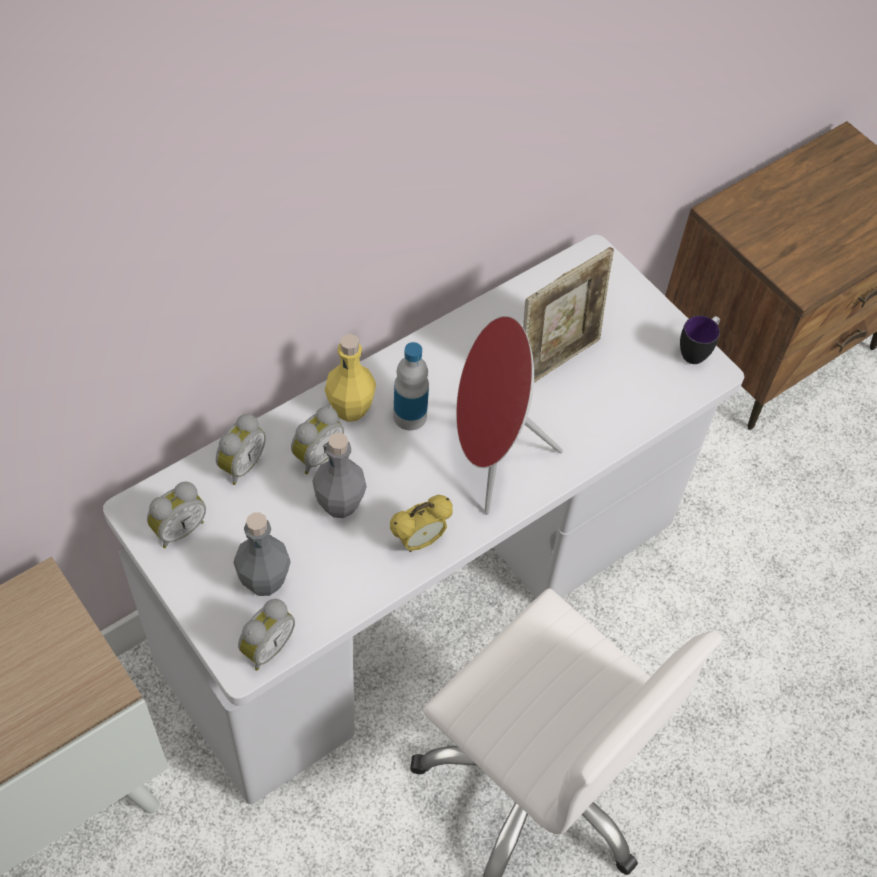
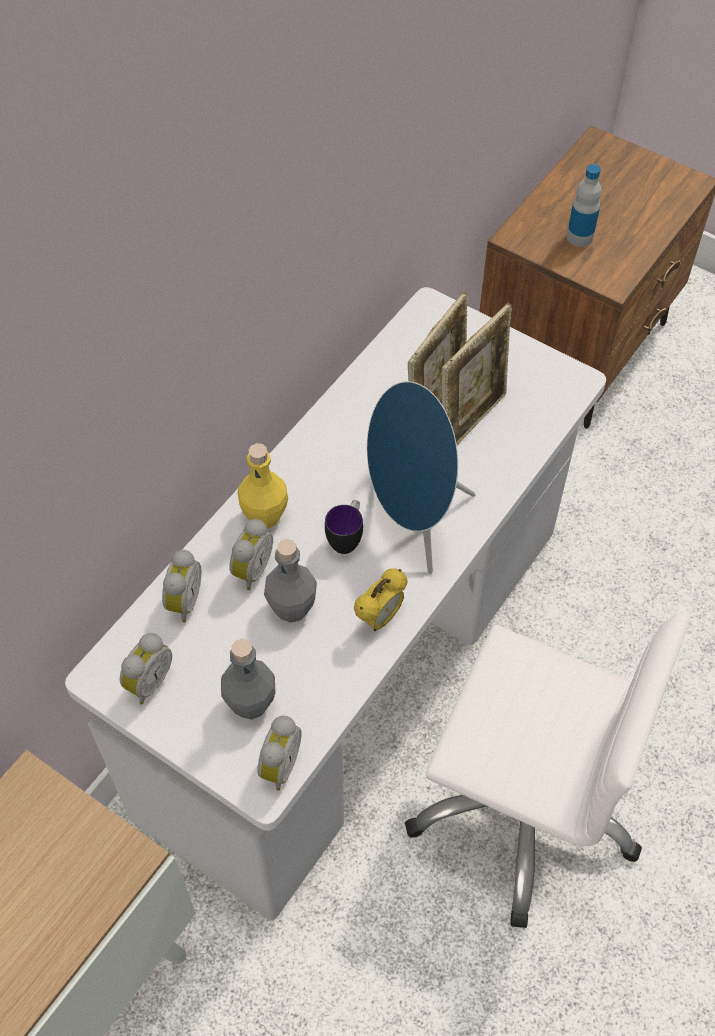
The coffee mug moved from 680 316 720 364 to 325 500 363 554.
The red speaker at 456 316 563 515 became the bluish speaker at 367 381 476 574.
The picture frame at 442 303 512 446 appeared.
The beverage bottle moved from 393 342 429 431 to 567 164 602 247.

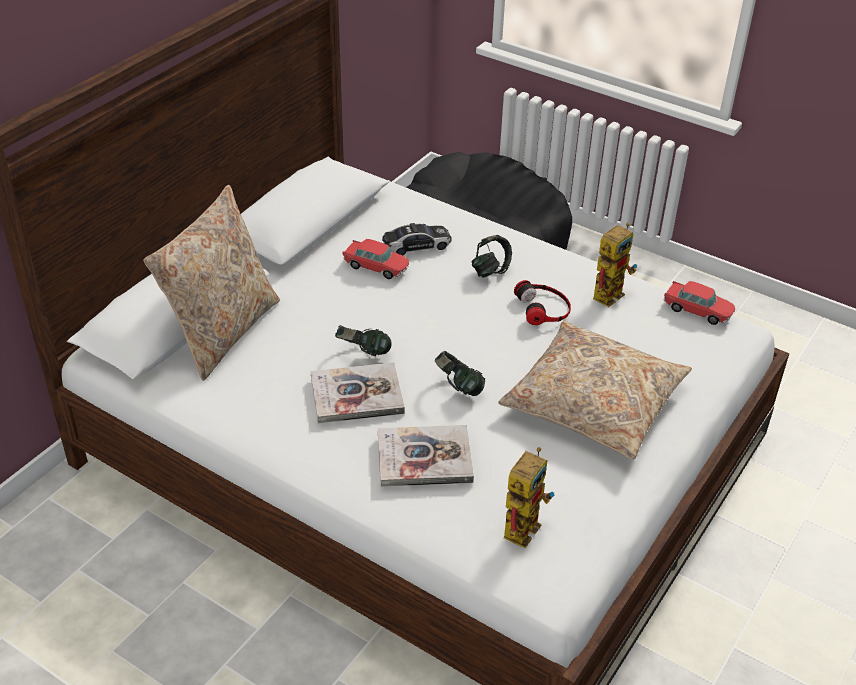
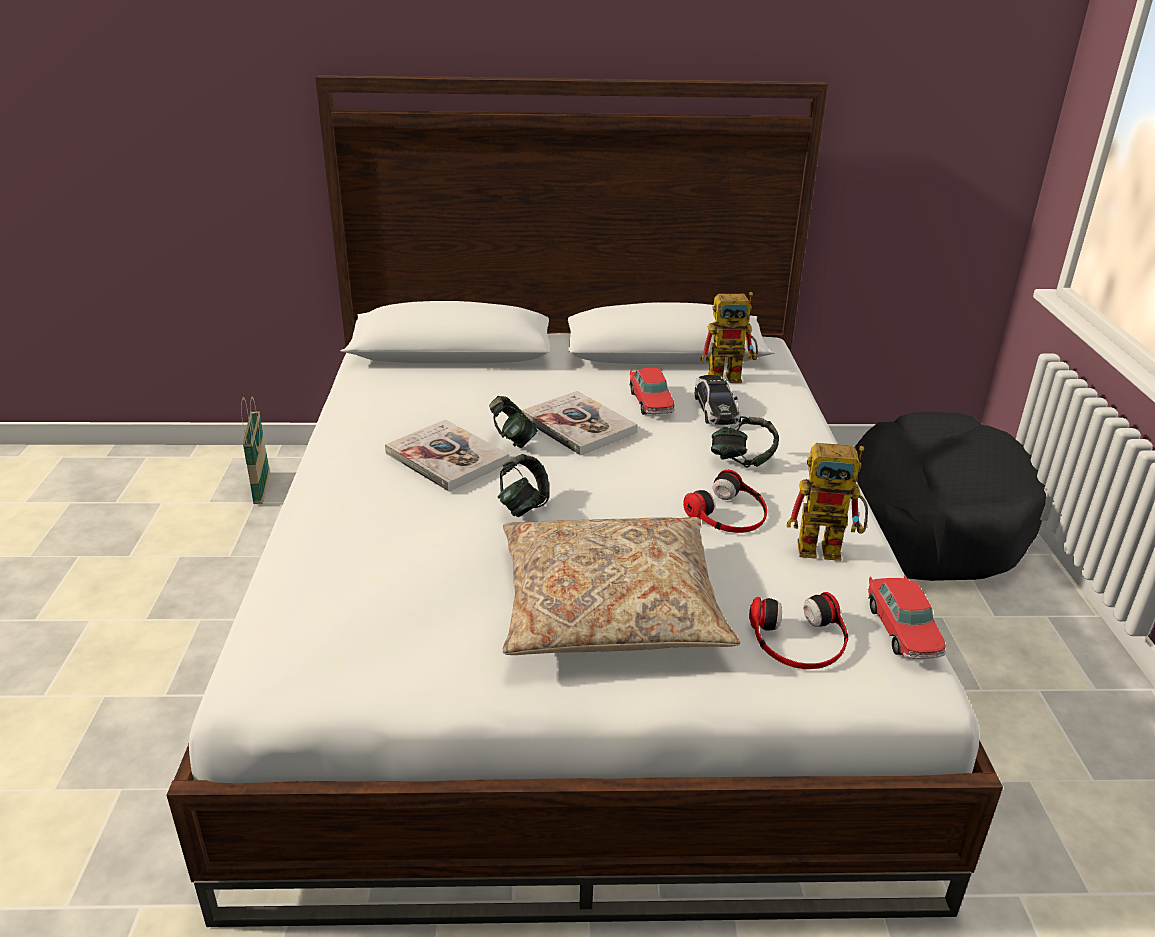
The basket at 241 397 270 504 appeared.
The volume moved from 378 425 474 487 to 521 391 638 456.
The model car at 382 223 451 256 turned 45 degrees clockwise.
The toy robot moved from 504 447 555 548 to 700 292 758 383.
The headset at 749 592 848 669 appeared.
The beige pillow at 144 185 280 381 disappeared.

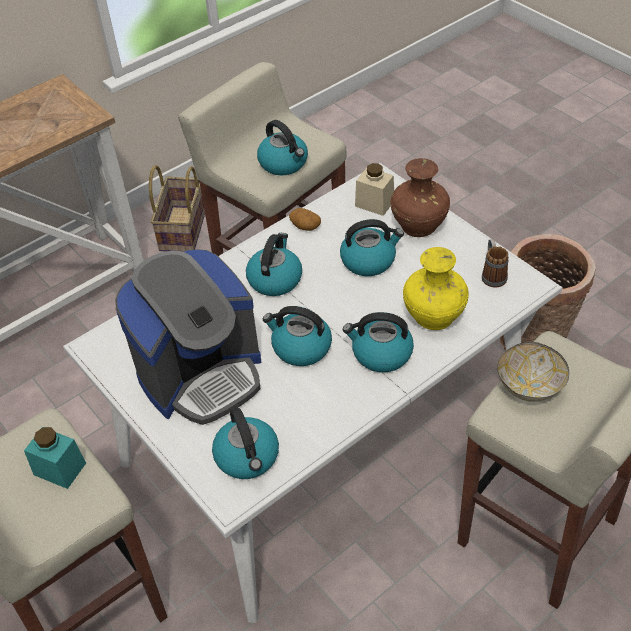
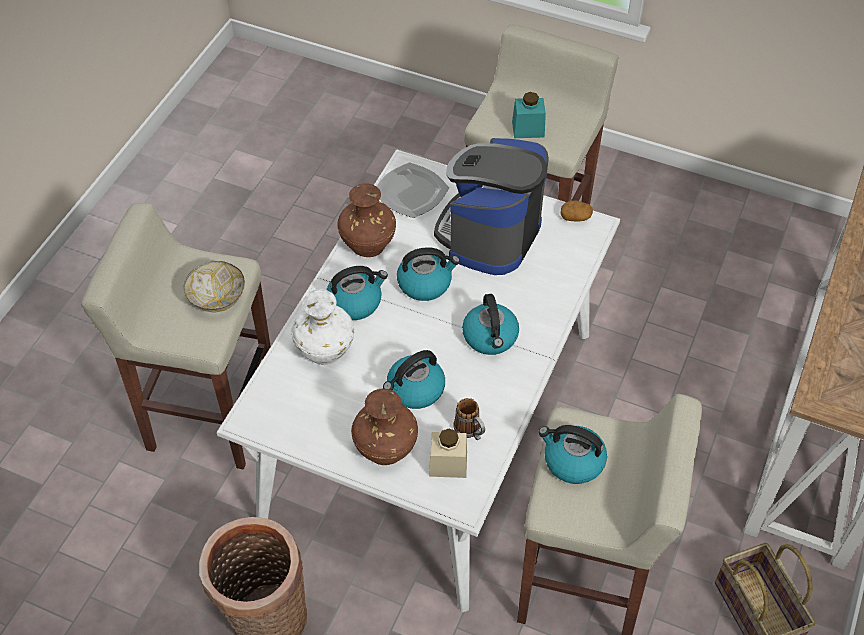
The yellowish vase at 403 247 469 330 became the white vase at 291 289 354 365.
The brown vase at 337 183 396 257 appeared.
The water kettle at 212 408 279 479 was replaced by the plate at 376 162 449 218.
The coffee mug moved from 482 239 509 288 to 453 398 485 440.
The potato moved from 289 208 321 231 to 560 200 593 221.

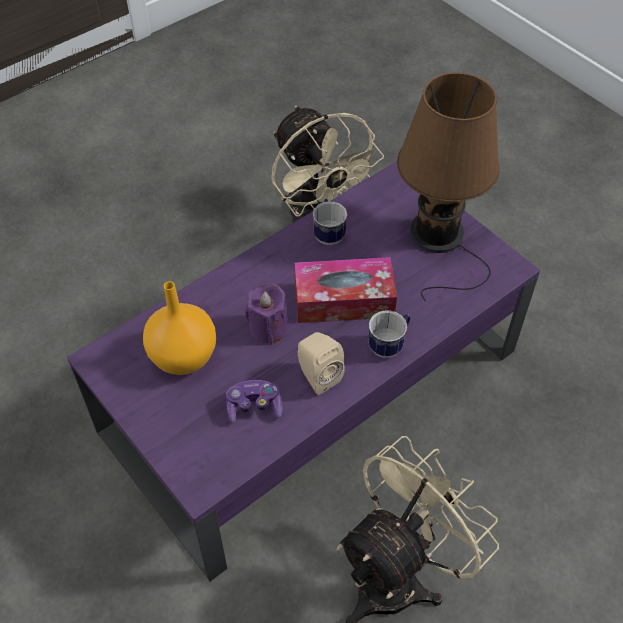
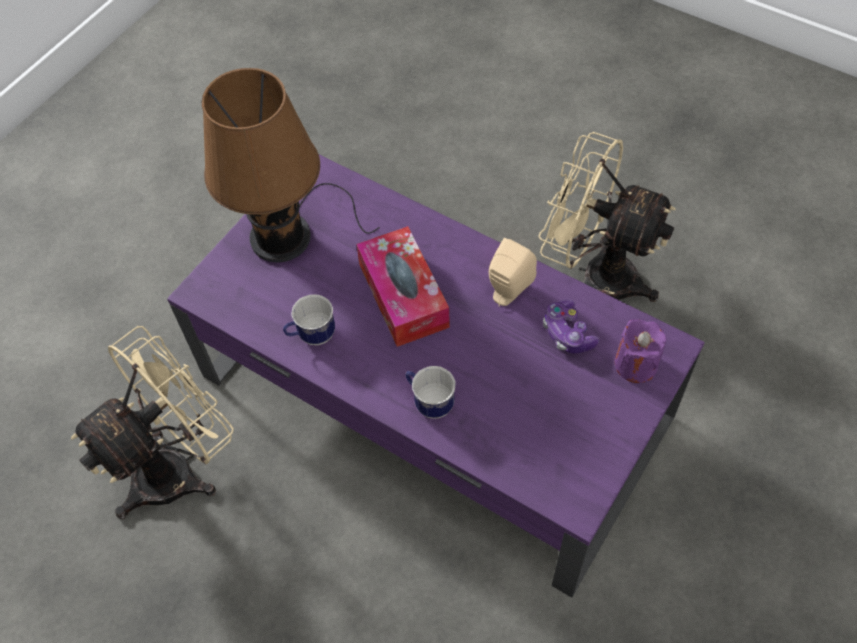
The coffee mug moved from 369 310 411 358 to 405 366 456 419.
The purple-coloured candle moved from 245 283 288 344 to 615 319 667 383.
The orange-coloured vase at 143 281 216 375 disappeared.

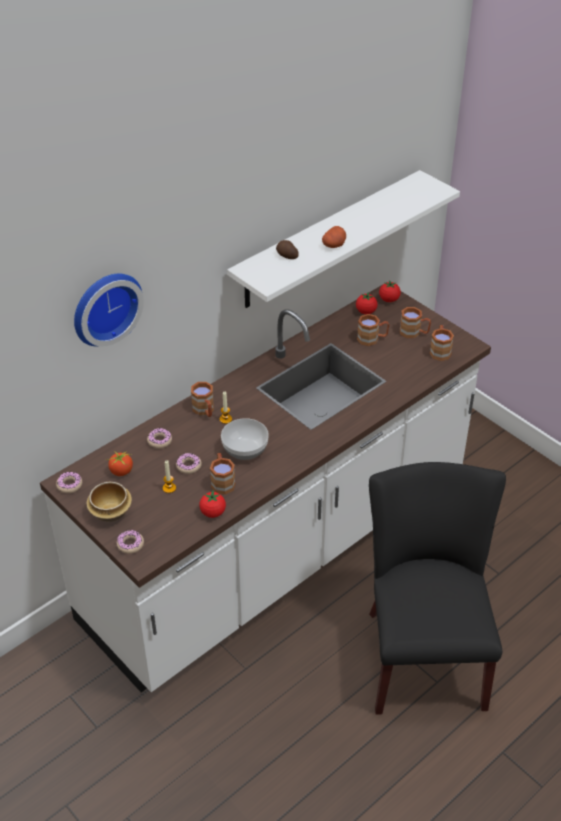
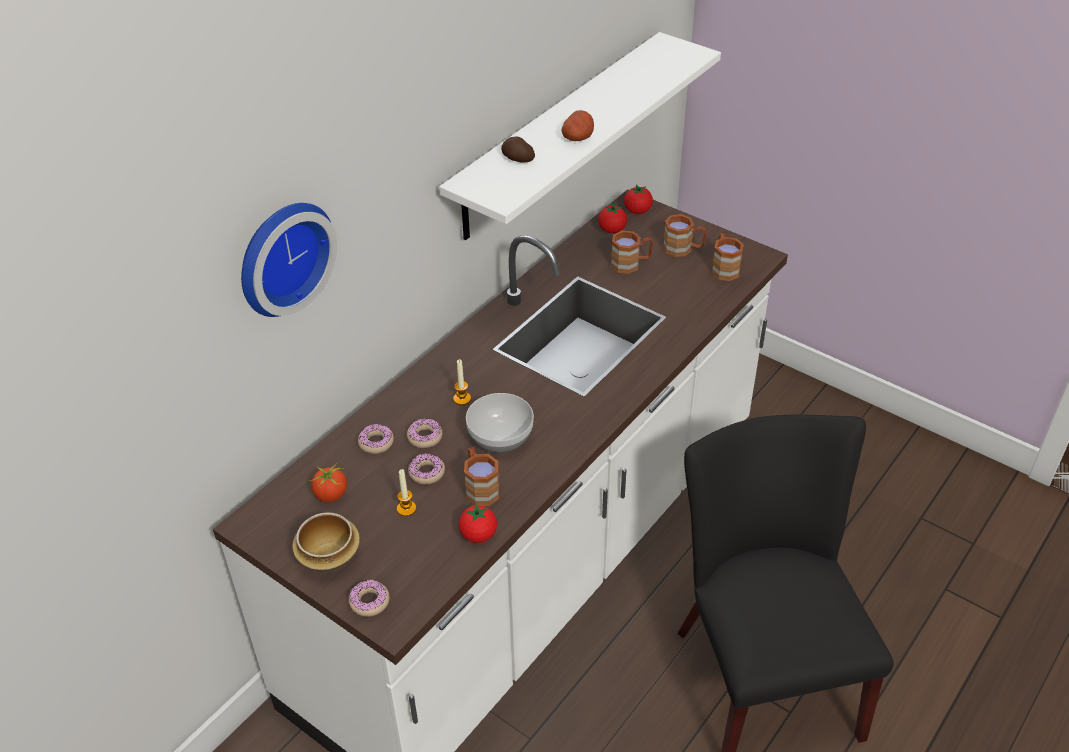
The donut moved from 56 472 82 493 to 407 419 443 448.
The brown coffee mug at 191 382 214 417 disappeared.

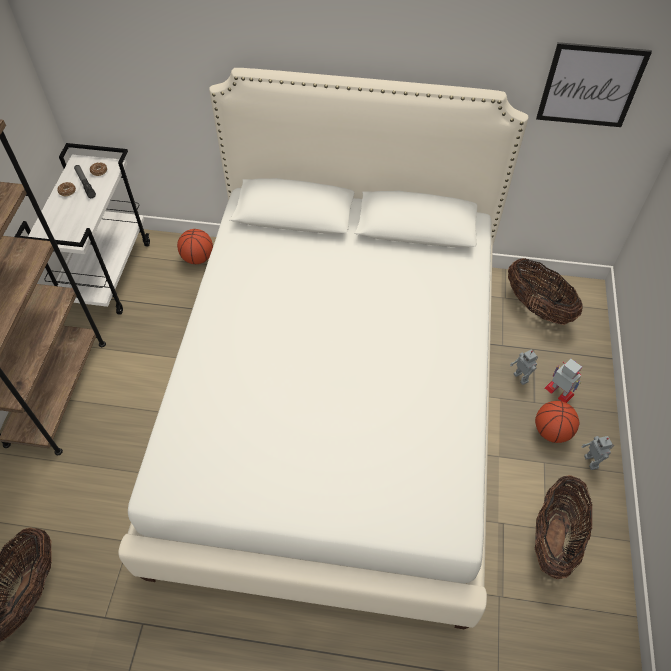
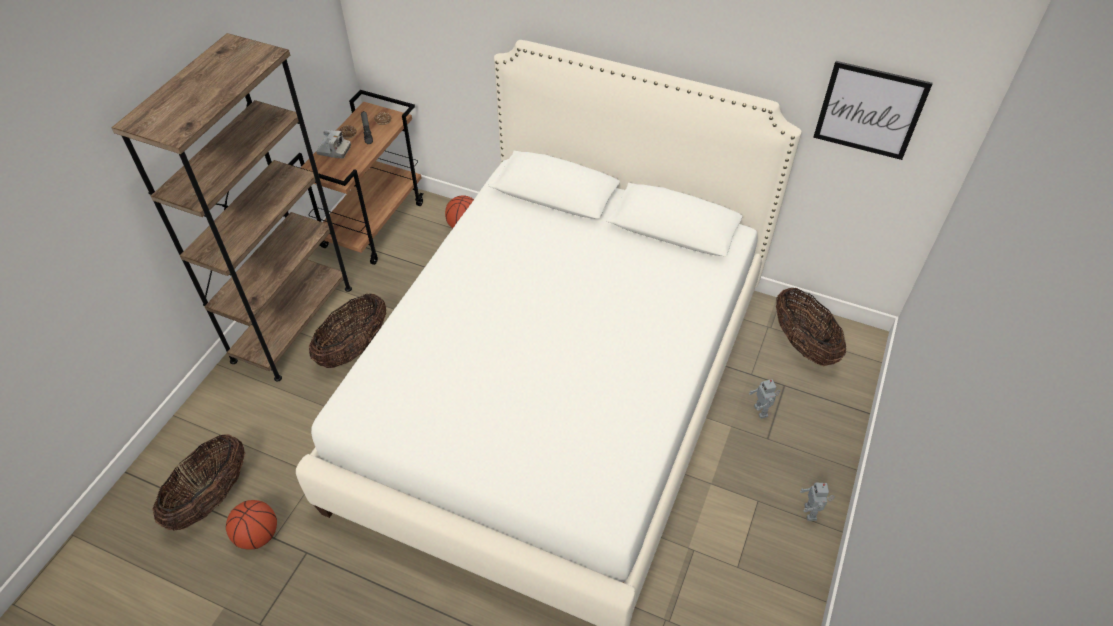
The basketball ball moved from 535 401 579 443 to 226 500 277 550.
The white cart at 15 143 150 315 became the brown cart at 289 90 423 265.
The basket moved from 535 475 593 579 to 309 294 386 368.
The photo camera at 316 129 351 159 appeared.
The toy robot at 545 359 582 403 disappeared.

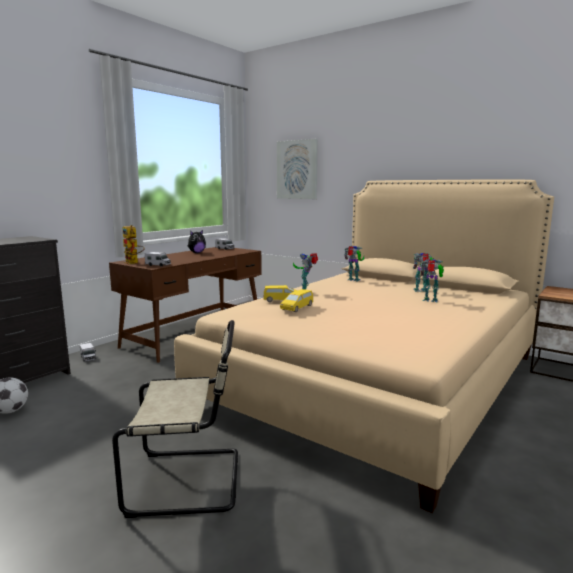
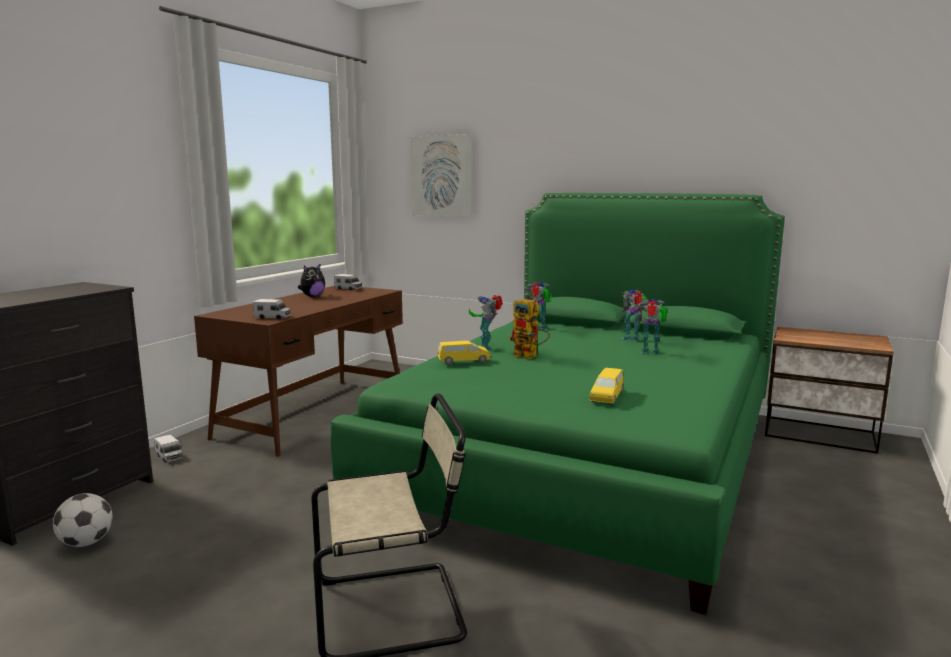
The beige bed at 174 179 554 513 became the greenish bed at 331 193 785 615.
The toy robot moved from 122 225 145 264 to 509 299 550 359.
The yellowish model car moved from 280 289 313 312 to 589 368 623 405.

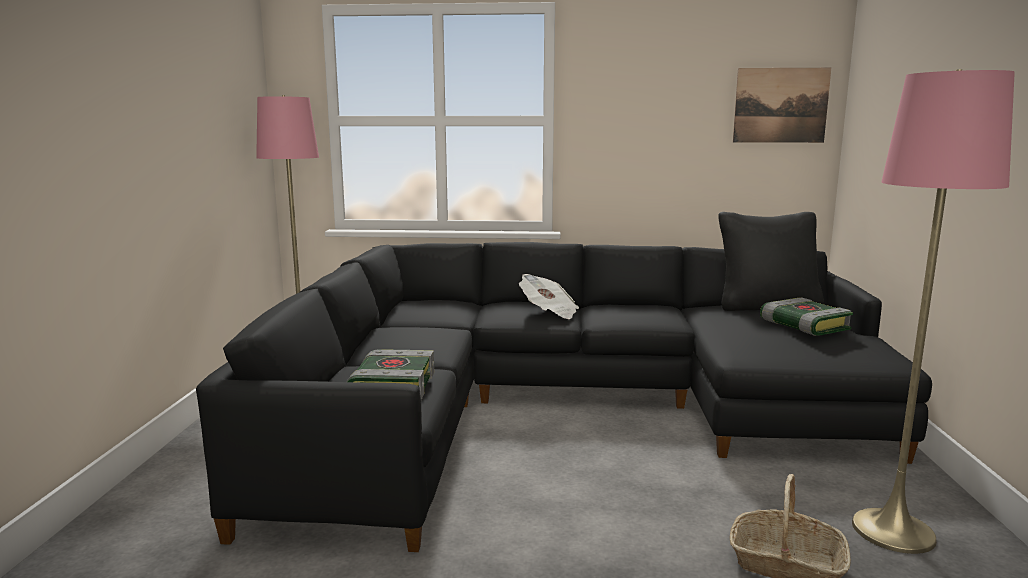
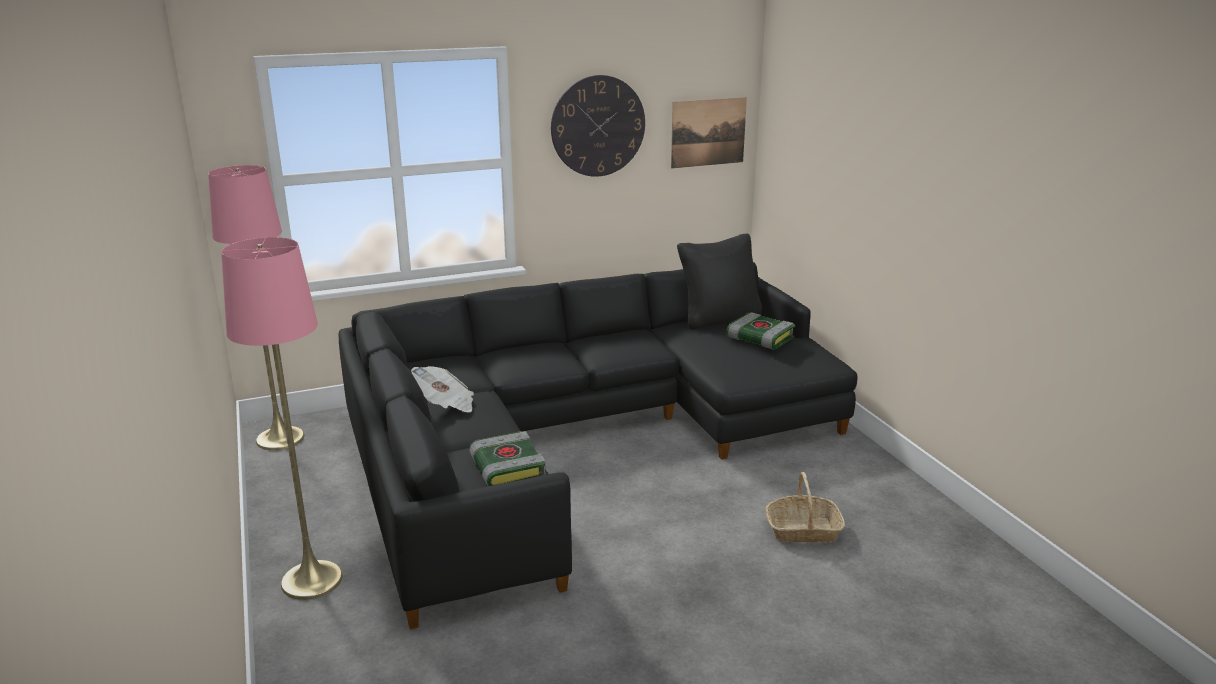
The pink-coloured floor lamp moved from 852 69 1015 554 to 221 237 343 600.
The newspaper moved from 519 274 579 319 to 411 366 474 413.
The wall clock at 551 75 645 177 appeared.

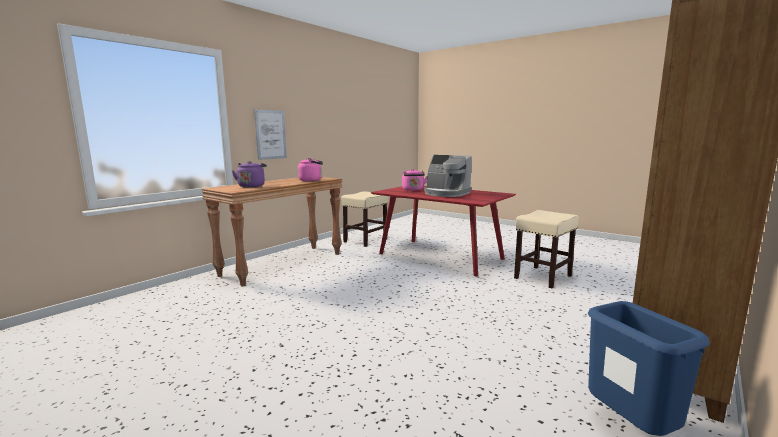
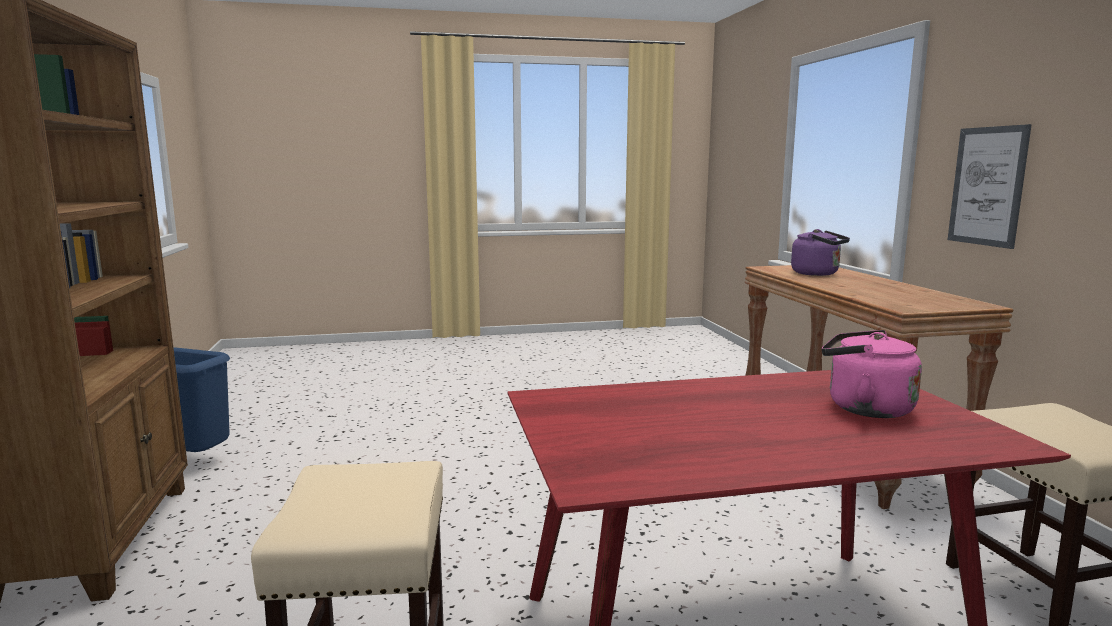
The pink-coloured water kettle at 298 158 323 181 disappeared.
The coffee maker at 424 155 472 197 disappeared.

